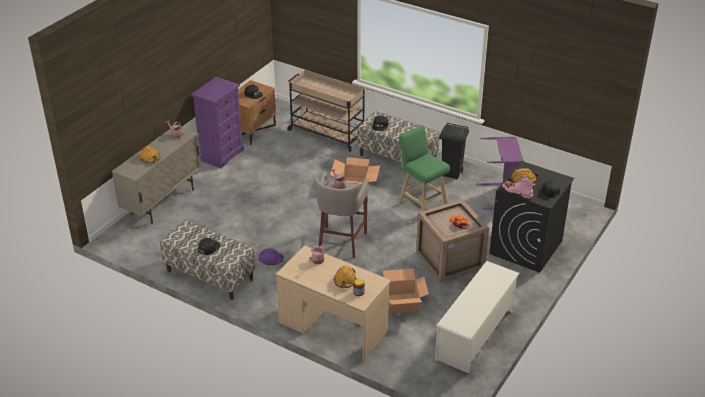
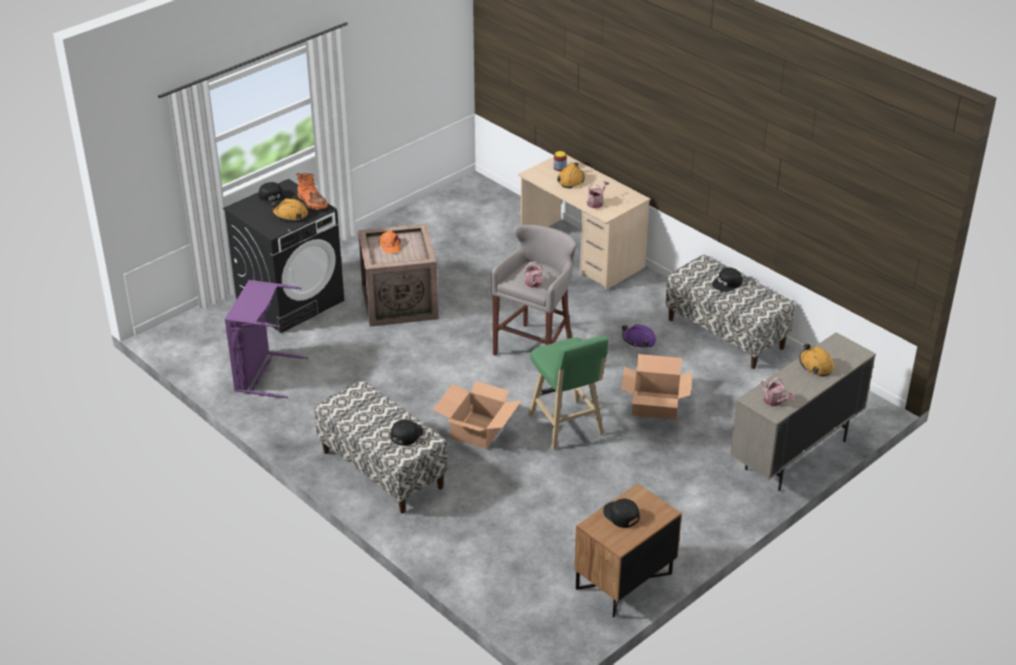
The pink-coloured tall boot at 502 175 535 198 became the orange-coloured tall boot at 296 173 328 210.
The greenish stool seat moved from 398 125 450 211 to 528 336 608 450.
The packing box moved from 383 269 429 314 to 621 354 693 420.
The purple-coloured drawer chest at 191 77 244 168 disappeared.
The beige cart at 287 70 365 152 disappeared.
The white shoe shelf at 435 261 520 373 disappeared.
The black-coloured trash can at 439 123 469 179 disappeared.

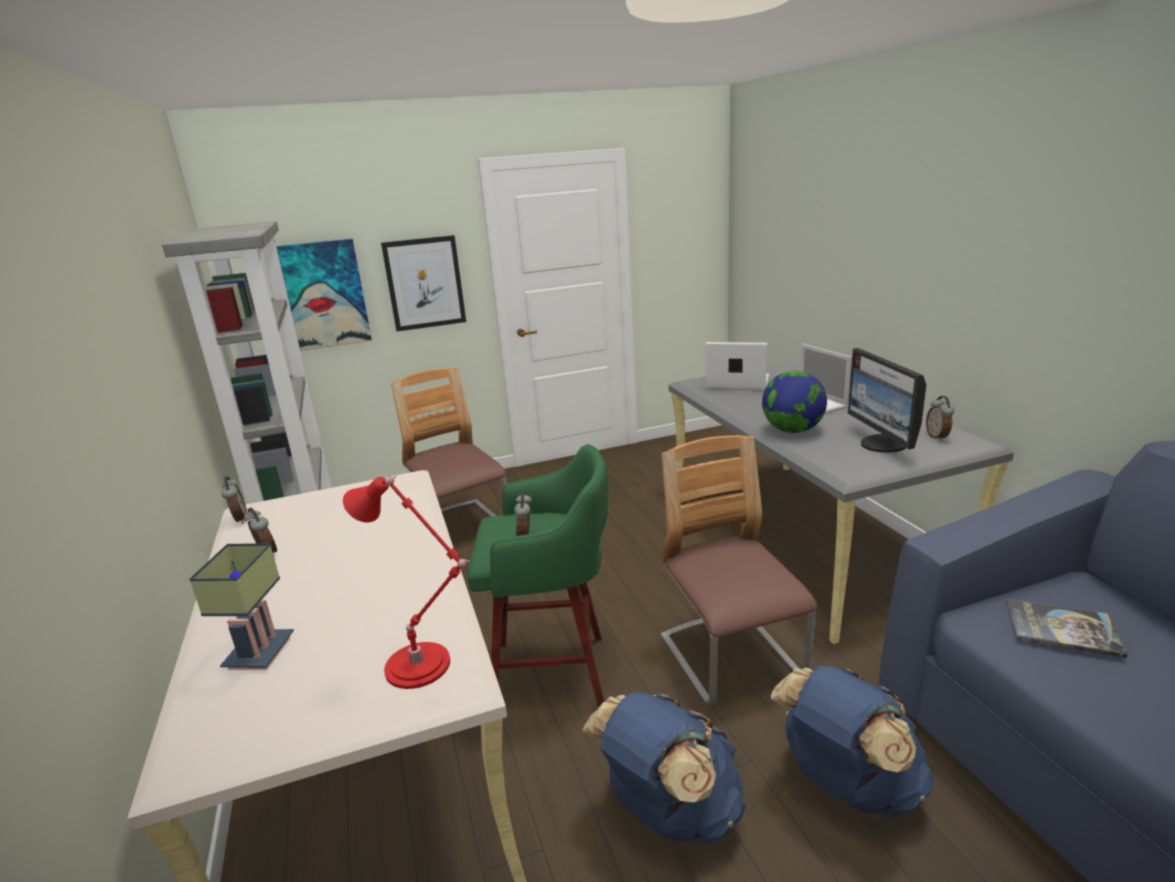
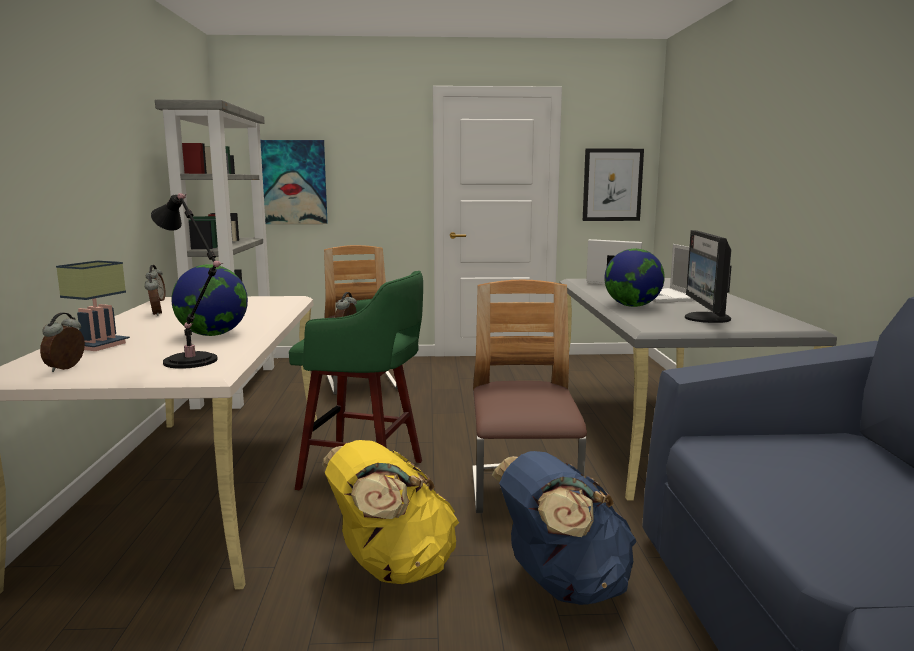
The table clock moved from 926 396 954 441 to 40 312 85 372.
The red tabletop lamp at 343 476 470 689 became the black-coloured tabletop lamp at 151 193 223 369.
The desk globe at 171 264 248 336 appeared.
The bluish rucksack at 582 692 746 844 became the yellowish rucksack at 322 440 459 584.
The wall art moved from 381 235 466 331 to 583 149 644 221.
The volume at 1006 598 1128 658 disappeared.

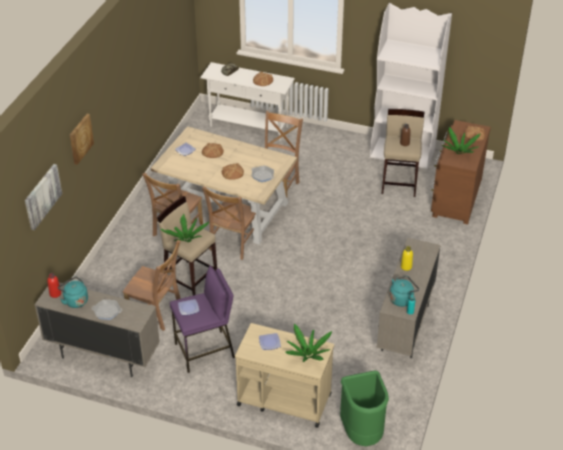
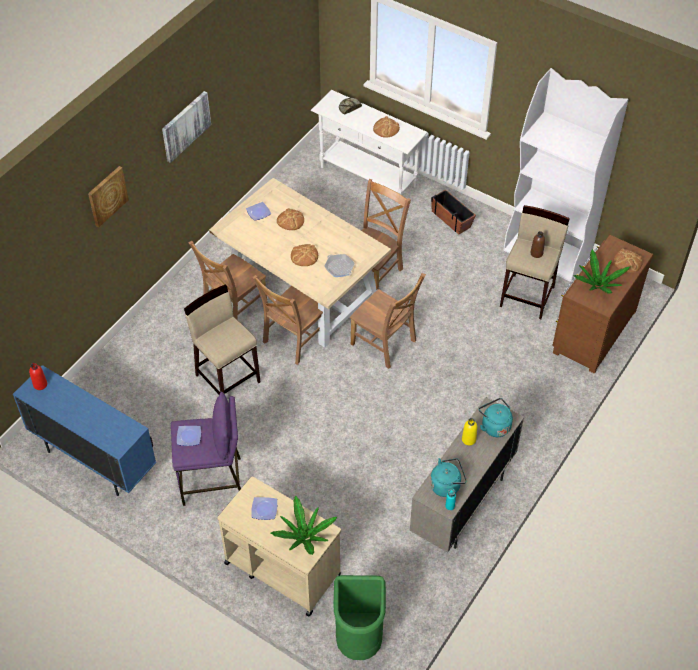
The beige cupboard at 34 282 160 377 became the bluish cupboard at 13 365 156 496.
The wall art moved from 25 164 62 230 to 162 91 211 163.
The brown upright chair moved from 122 240 181 331 to 350 273 426 369.
The plant pot at 431 189 476 234 appeared.
The blue-green water kettle moved from 58 277 88 308 to 479 398 513 437.
The pan at 92 299 122 320 disappeared.
The houseplant at 161 214 209 242 disappeared.

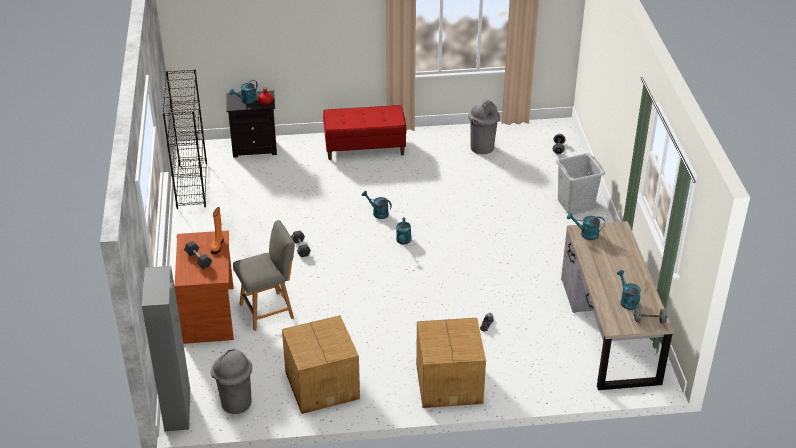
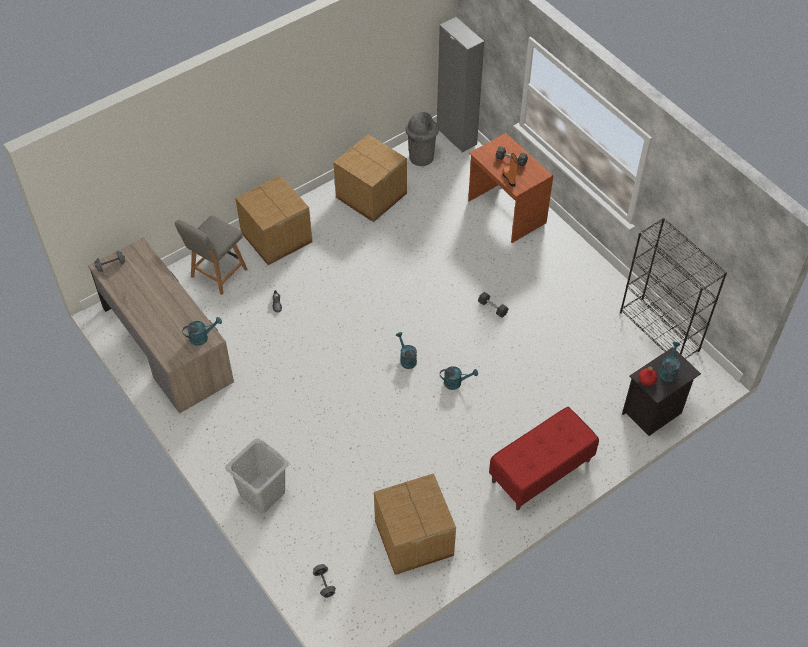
The greyish upright chair moved from 233 220 295 331 to 175 216 247 295.
The greyish trash can at 468 100 500 154 was replaced by the packing box at 374 473 456 575.
The blue-green sprinkling can at 617 270 641 310 disappeared.

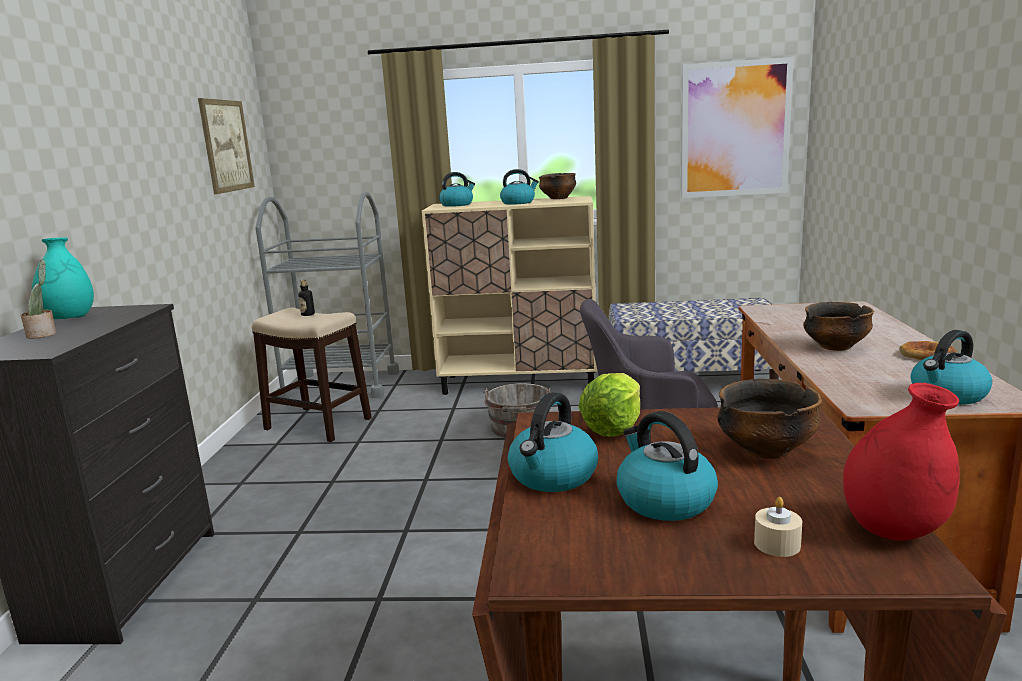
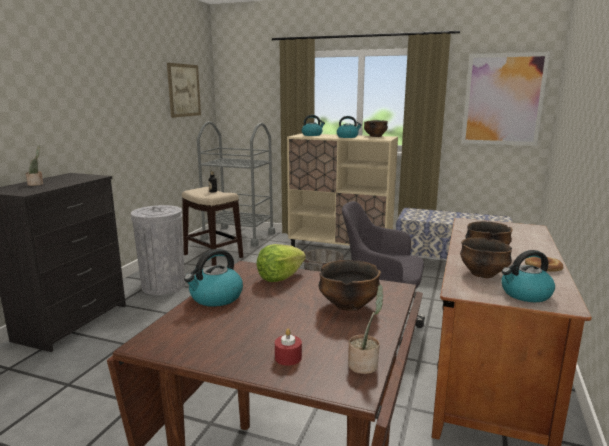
The greyish trash can at 131 205 185 295 appeared.
The beige candle at 754 497 802 557 became the red candle at 275 329 302 366.
The red vase at 843 383 959 541 was replaced by the houseplant at 348 284 383 374.
The deep dish at 460 237 512 278 appeared.
The blue-green vase at 32 237 94 319 disappeared.
The water kettle at 617 411 718 521 disappeared.

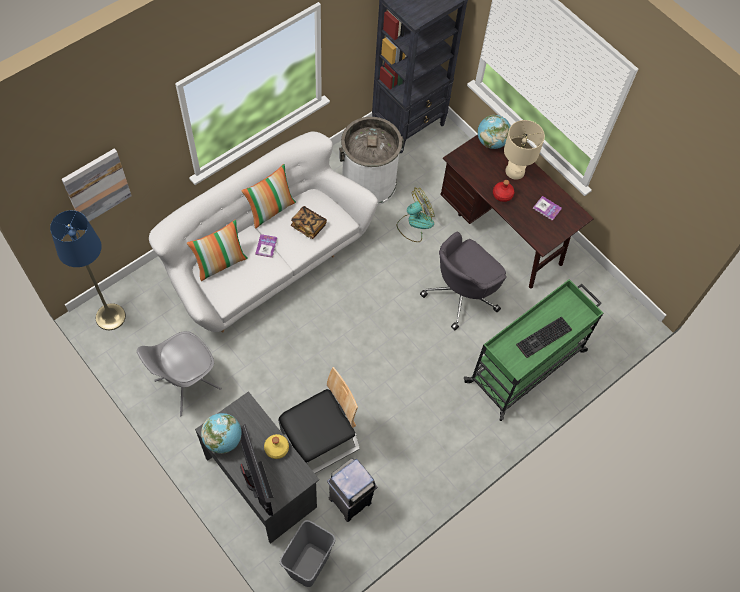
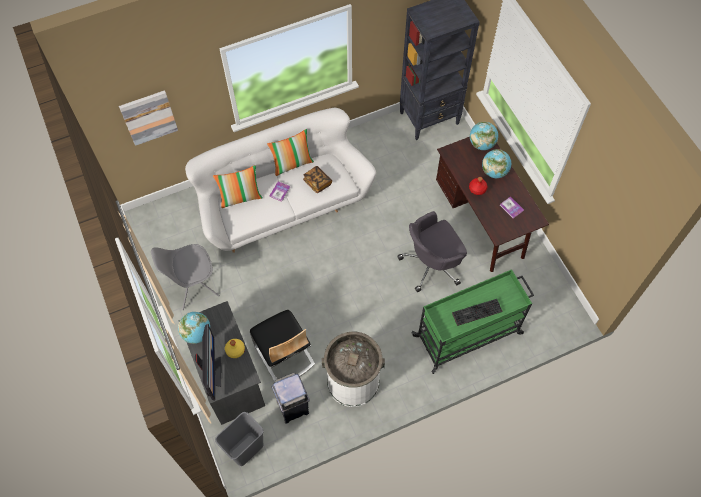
The upright chair at 278 367 360 473 turned 75 degrees clockwise.
The white trash can moved from 339 117 404 206 to 322 332 385 407.
The beige tabletop lamp at 504 120 545 180 was replaced by the desk globe at 482 149 511 178.
The bluish floor lamp at 50 210 126 330 disappeared.
The fan at 396 188 435 242 disappeared.

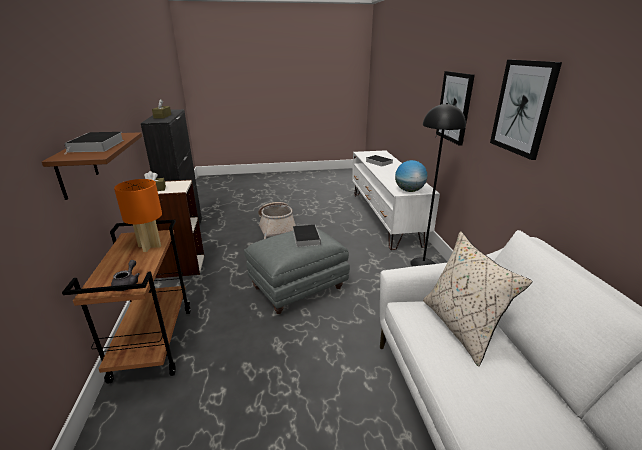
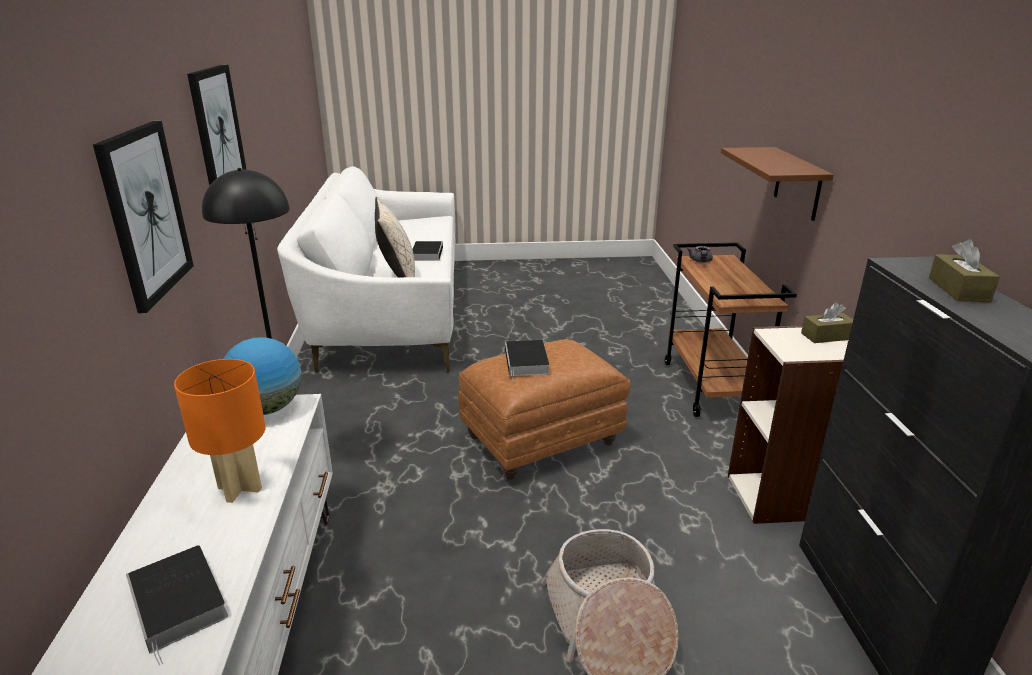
The orange-coloured tabletop lamp moved from 114 179 162 252 to 174 359 266 503.
The volume moved from 64 132 124 155 to 412 241 443 261.
The greyish ottoman at 244 228 350 314 became the brown ottoman at 458 339 630 480.

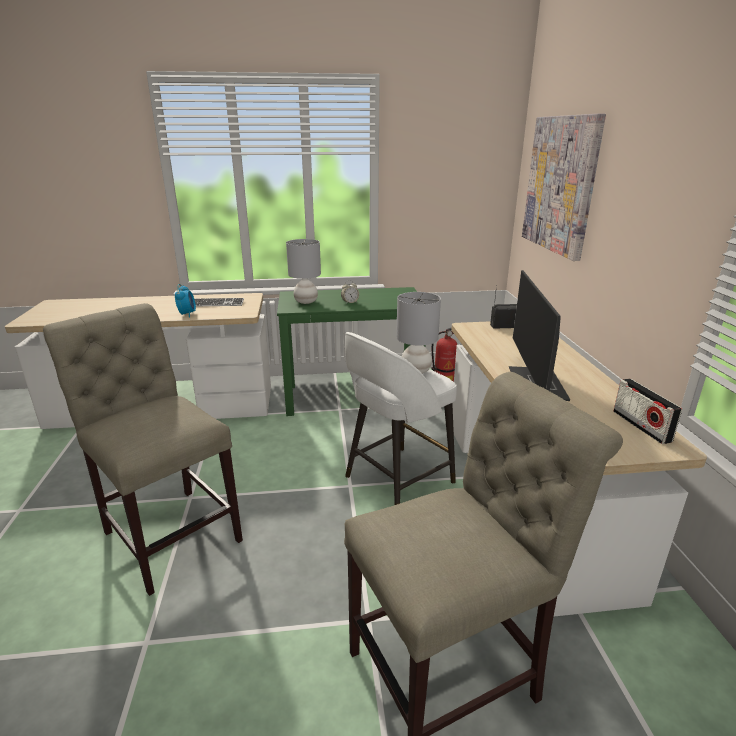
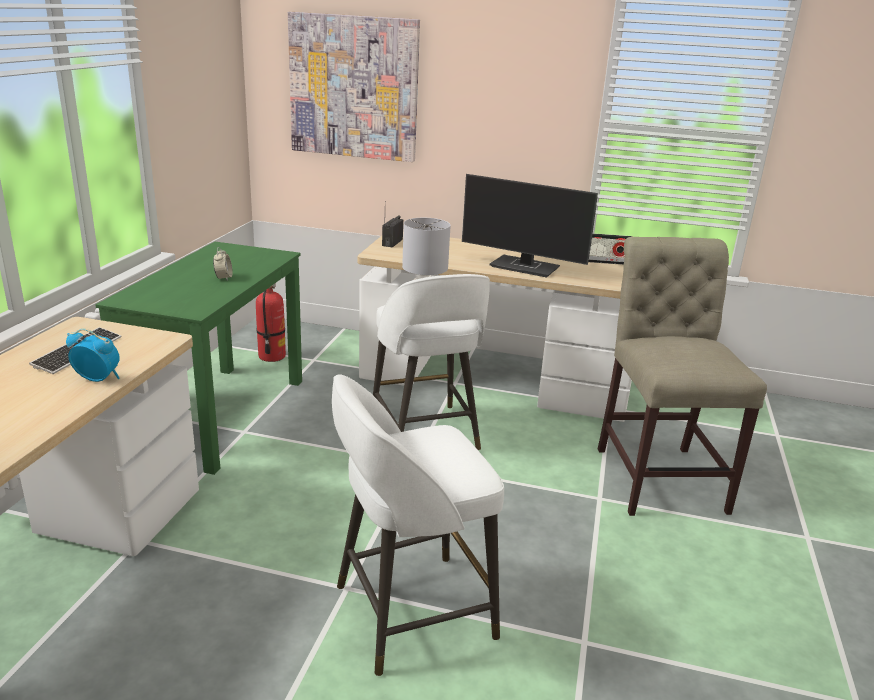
The beige upright chair at 43 303 243 596 was replaced by the white stool seat at 332 374 504 676.
The greyish tabletop lamp at 286 239 321 304 disappeared.

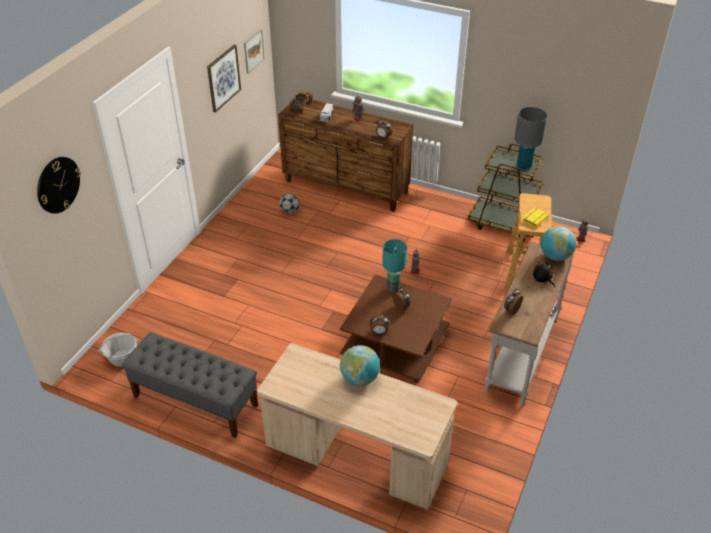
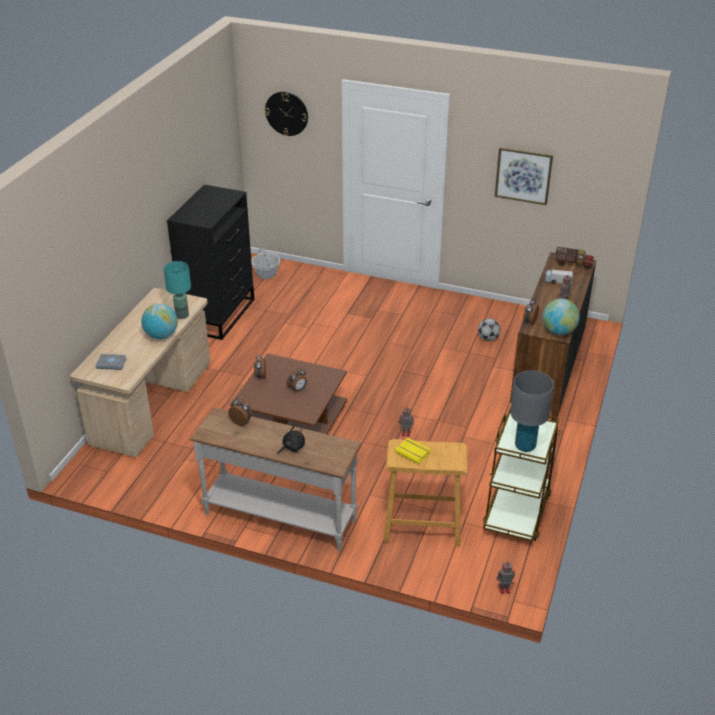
The greyish volume at 96 354 127 370 appeared.
The blue-green tabletop lamp moved from 382 239 407 292 to 164 261 191 319.
The greyish long seat at 122 332 258 438 was replaced by the black-coloured drawer chest at 167 185 255 340.
The desk globe moved from 541 226 576 261 to 543 299 580 335.
The wall art at 244 29 265 74 disappeared.

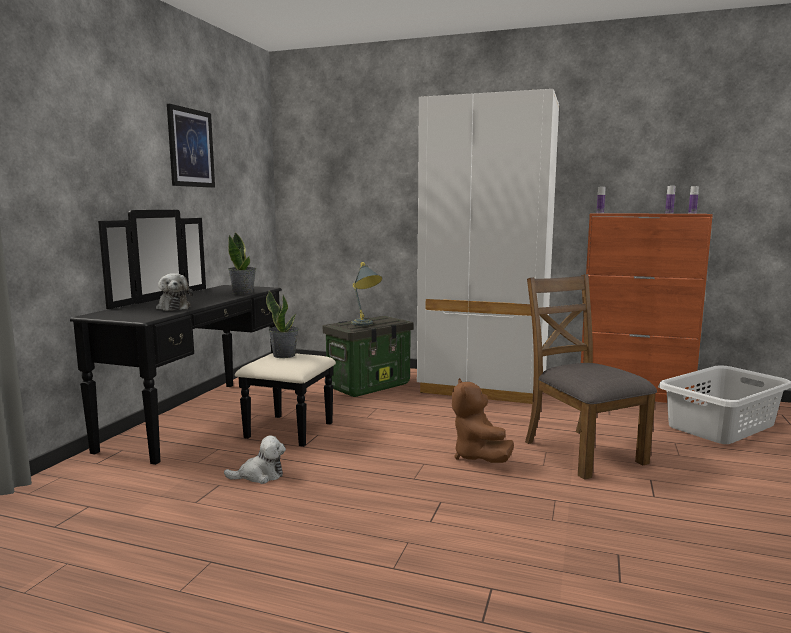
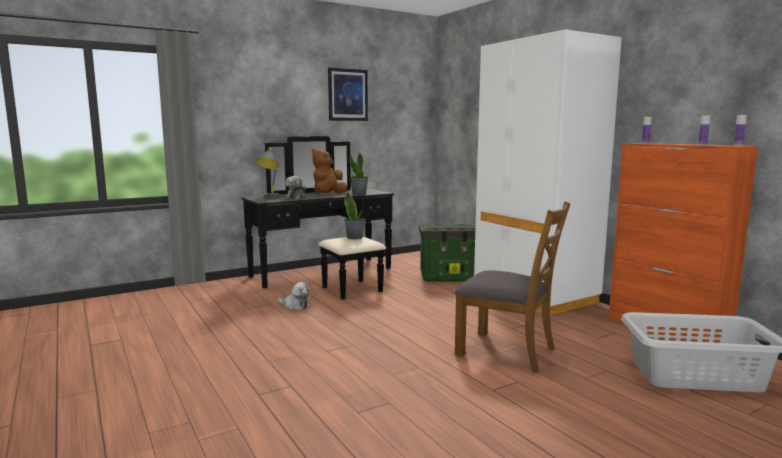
The greyish tabletop lamp moved from 352 262 382 326 to 256 147 281 198.
The brown plush toy moved from 452 378 514 463 to 312 149 347 194.
The brown upright chair at 525 274 657 480 turned 105 degrees clockwise.

